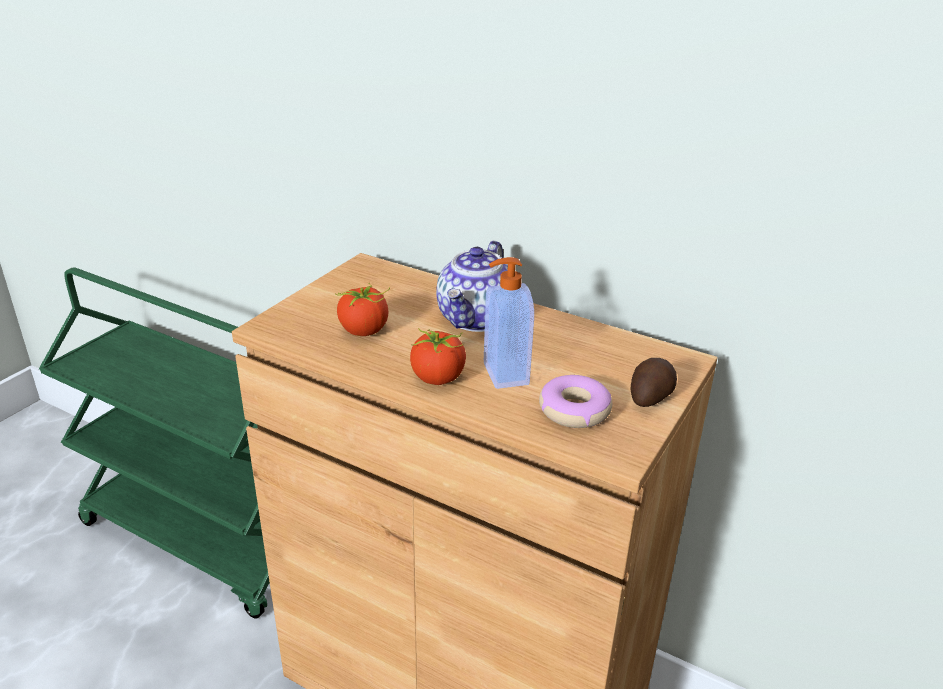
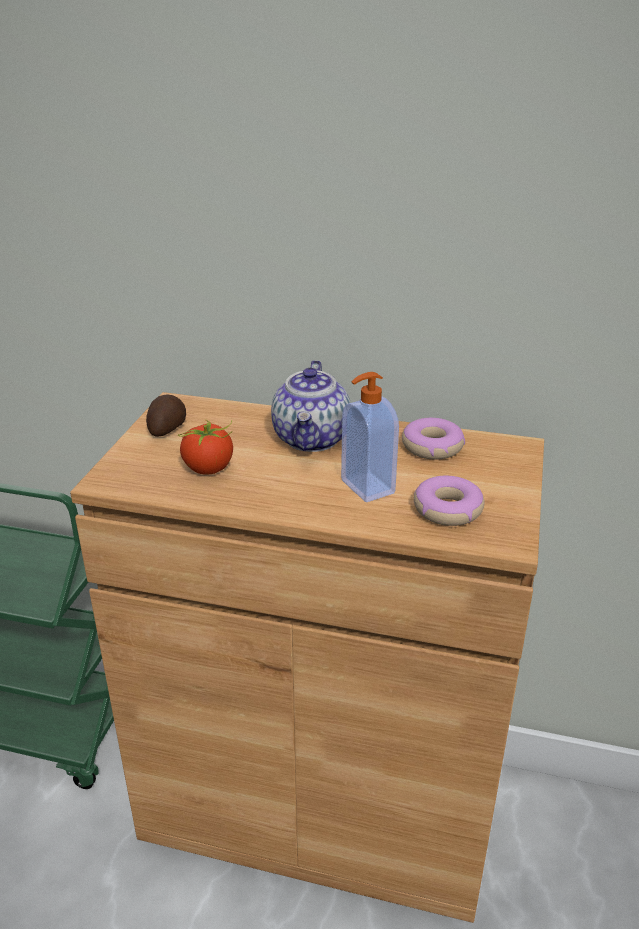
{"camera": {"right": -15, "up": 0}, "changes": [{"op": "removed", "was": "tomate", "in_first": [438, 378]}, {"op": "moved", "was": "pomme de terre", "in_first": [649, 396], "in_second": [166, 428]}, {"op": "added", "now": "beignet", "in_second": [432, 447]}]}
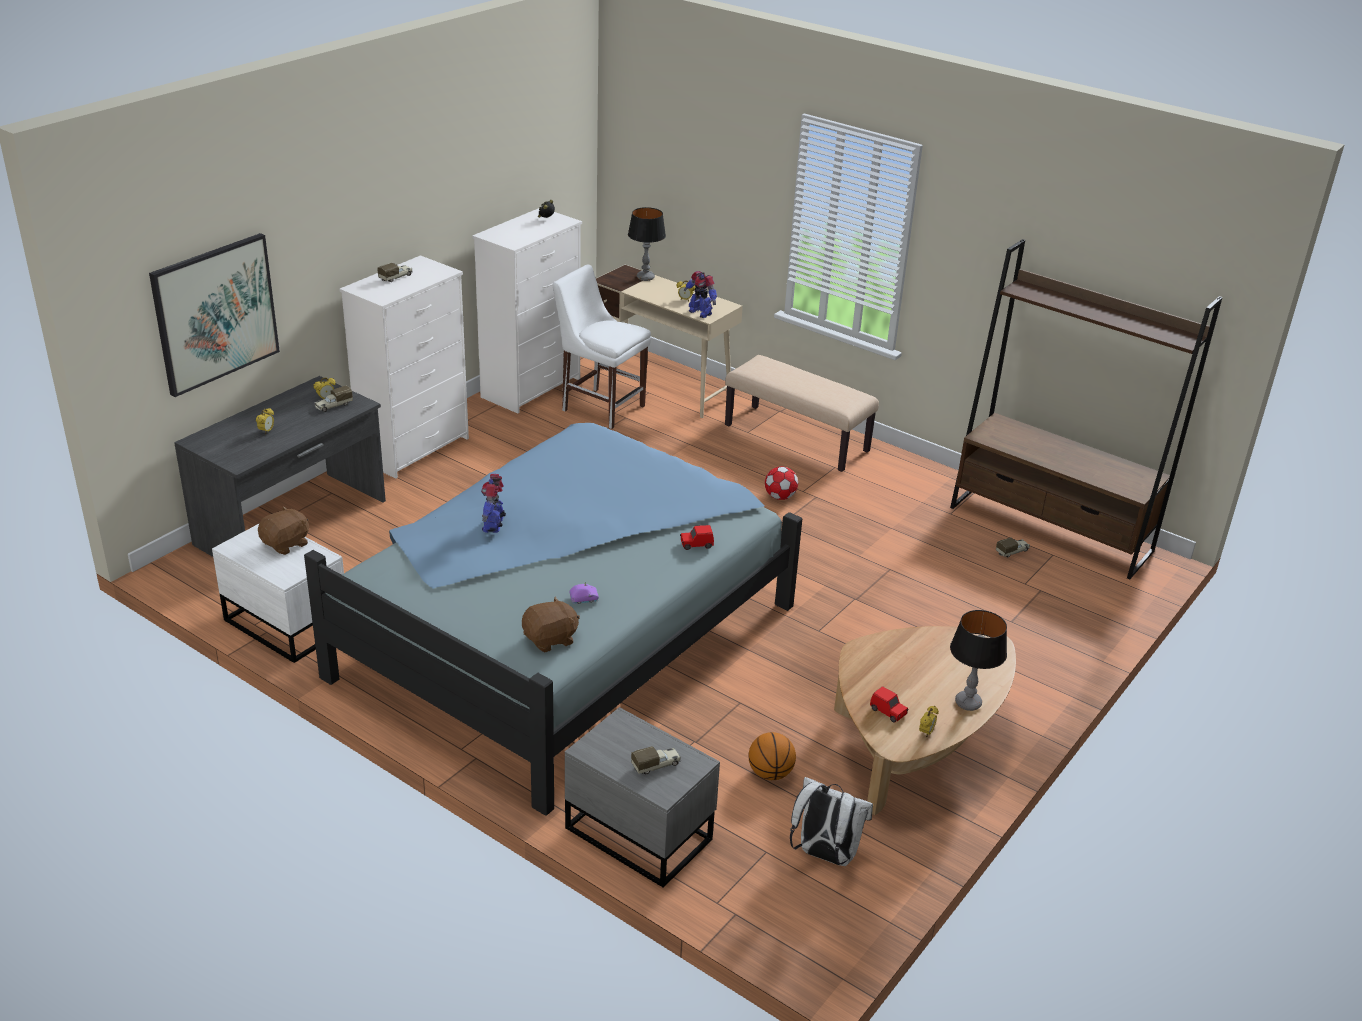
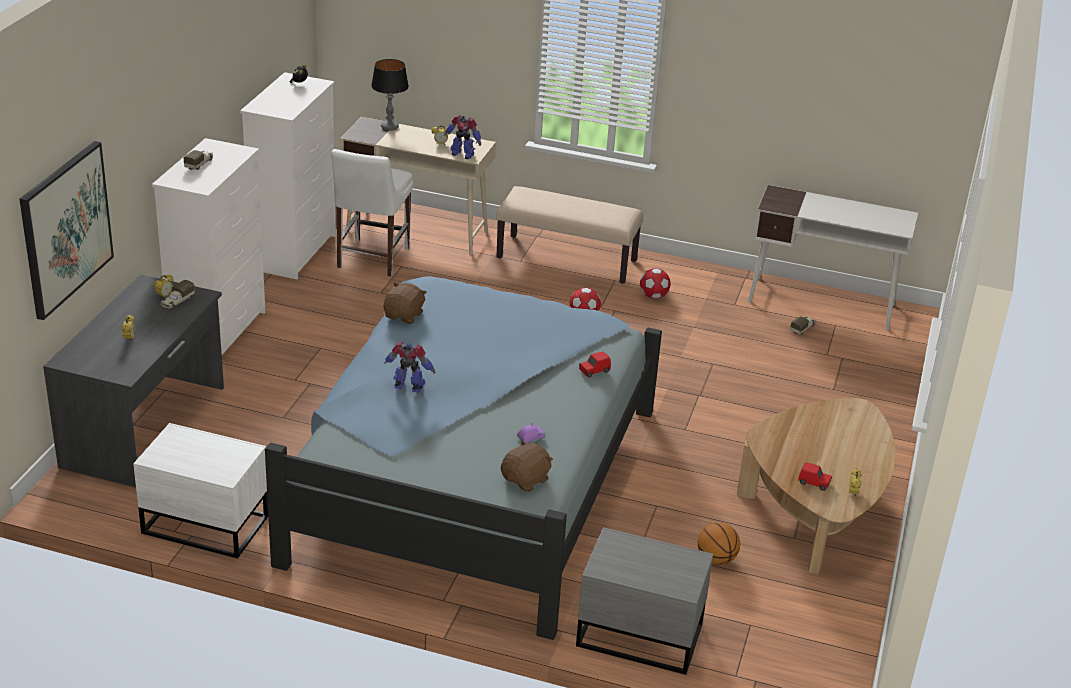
{"camera": {"right": -20, "up": 0}, "changes": [{"op": "moved", "was": "peluche/marron", "in_first": [286, 544], "in_second": [404, 316]}, {"op": "turned", "was": "robot jouet", "in_first": [494, 525], "in_second": [409, 387], "clockwise": 120}, {"op": "turned", "was": "chaise/blanc", "in_first": [600, 406], "in_second": [371, 259], "clockwise": -90}, {"op": "removed", "was": "camion jouet", "in_first": [656, 765]}, {"op": "removed", "was": "sac à dos/blanc", "in_first": [824, 855]}, {"op": "replaced", "was": "bibliothèque/marron", "now": "bureau/blanc", "in_first": [1051, 529], "in_second": [822, 303]}, {"op": "removed", "was": "lampe de table", "in_first": [968, 703]}, {"op": "added", "now": "ballon de foot", "in_second": [653, 296]}]}
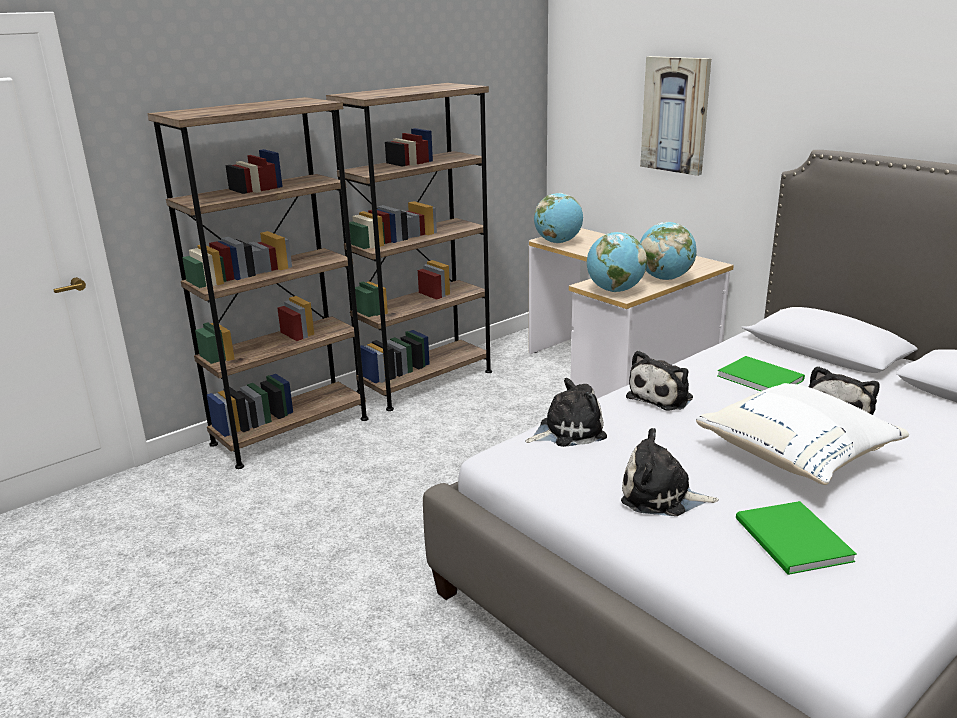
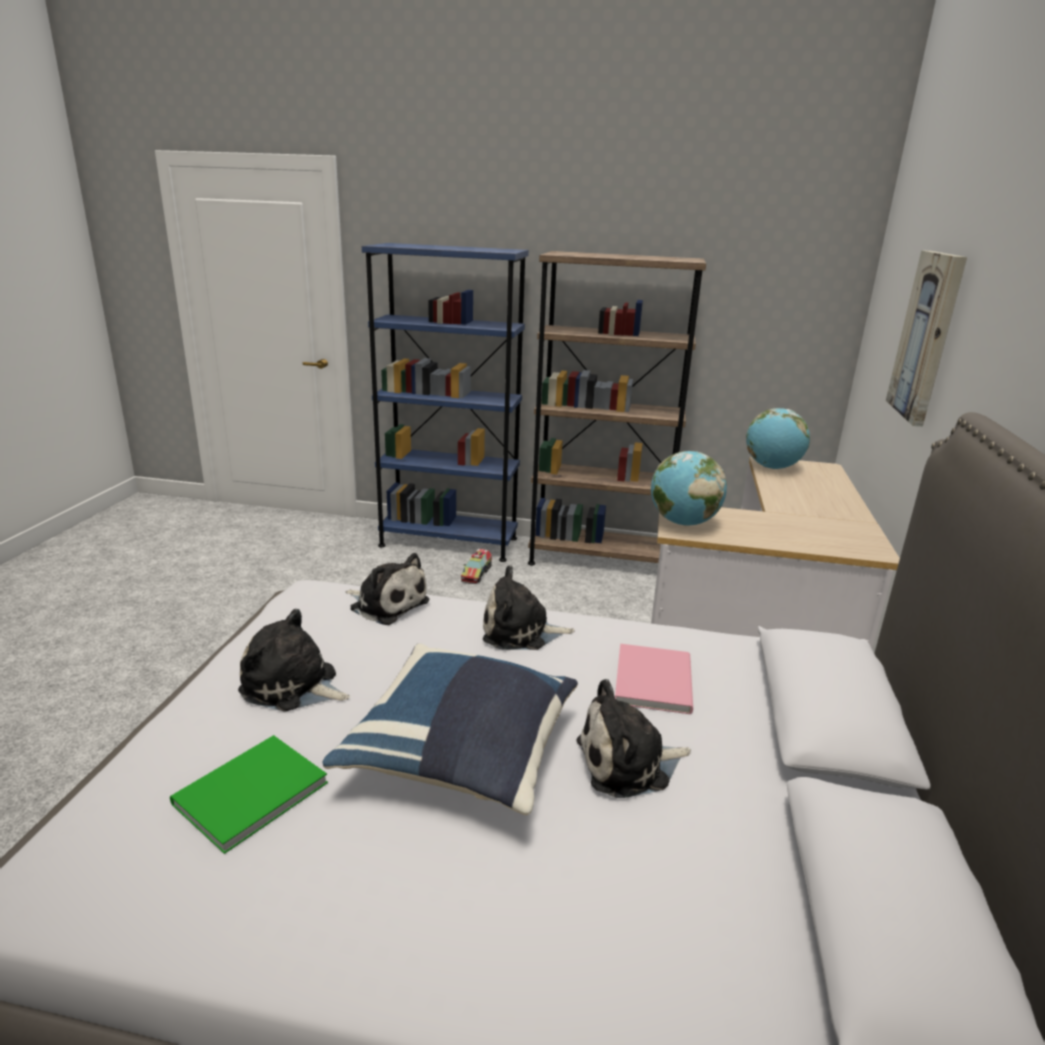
{"camera": {"right": 50, "up": 0}, "changes": [{"op": "recoloured", "was": "bibliothèque/marron", "now": "bibliothèque/bleu", "in_first": [291, 431], "in_second": [448, 542]}, {"op": "turned", "was": "peluche", "in_first": [661, 496], "in_second": [293, 686], "clockwise": -45}, {"op": "removed", "was": "globe", "in_first": [665, 278]}, {"op": "recoloured", "was": "coussin/blanc", "now": "coussin/bleu", "in_first": [797, 456], "in_second": [463, 754]}, {"op": "recoloured", "was": "livre/vert", "now": "livre/rose", "in_first": [759, 377], "in_second": [656, 679]}, {"op": "added", "now": "camion jouet", "in_second": [476, 573]}]}
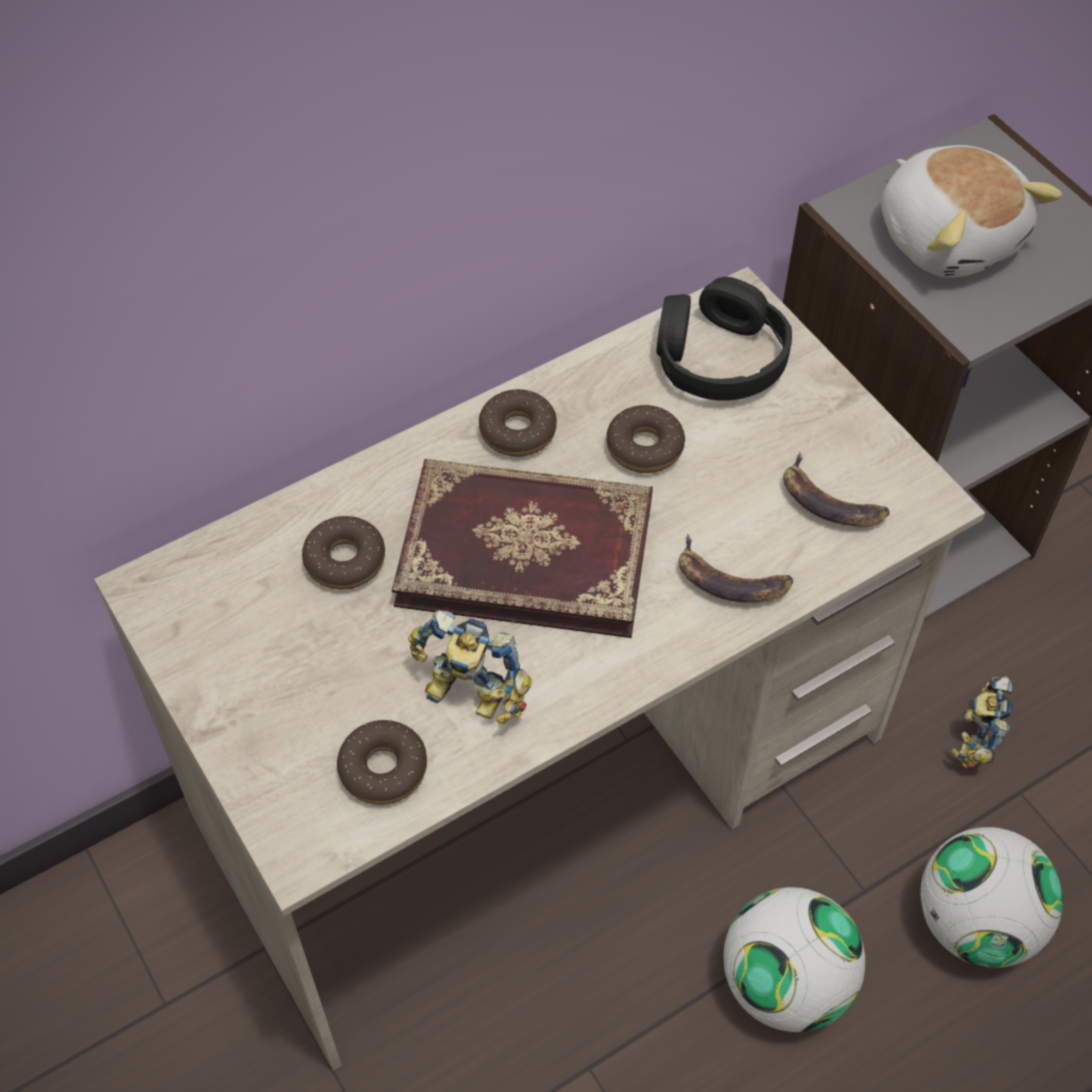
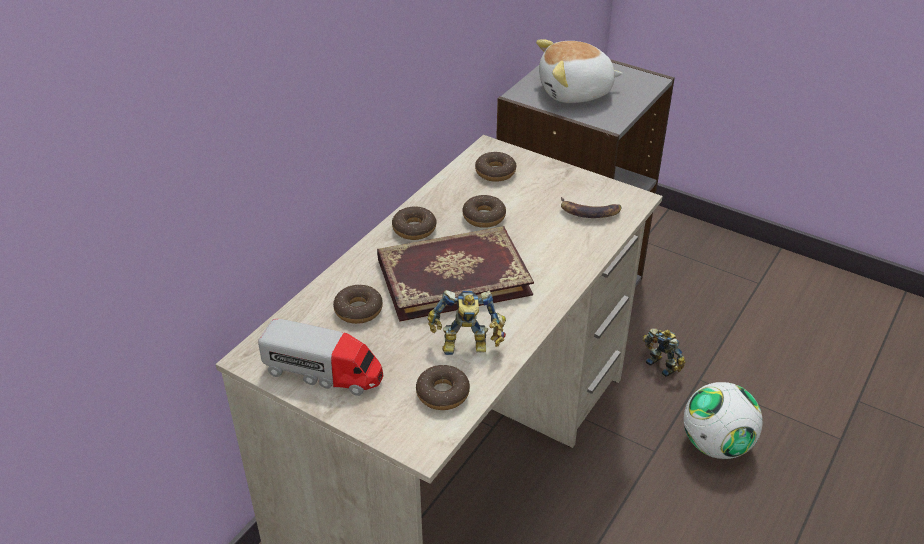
{"camera": {"right": -25, "up": -15}, "changes": [{"op": "replaced", "was": "casque audio/noir", "now": "beignet", "in_first": [719, 358], "in_second": [495, 172]}, {"op": "removed", "was": "banane", "in_first": [731, 579]}, {"op": "removed", "was": "ballon de foot", "in_first": [785, 983]}, {"op": "turned", "was": "peluche", "in_first": [949, 237], "in_second": [575, 92], "clockwise": 135}, {"op": "turned", "was": "robot jouet", "in_first": [973, 738], "in_second": [663, 364], "clockwise": 150}, {"op": "added", "now": "camion jouet", "in_second": [324, 372]}]}
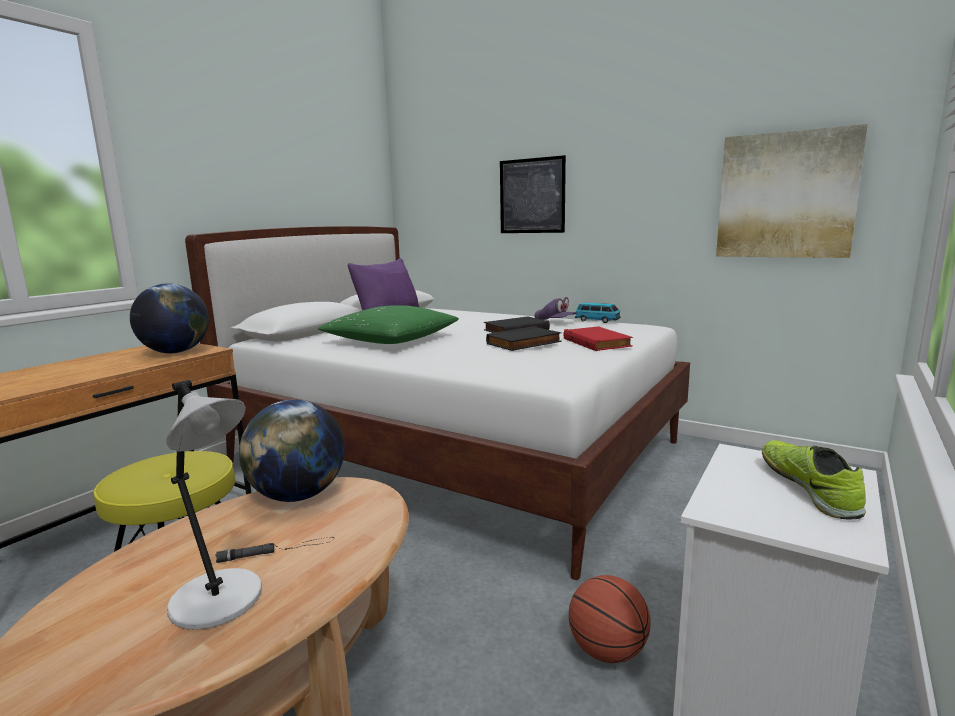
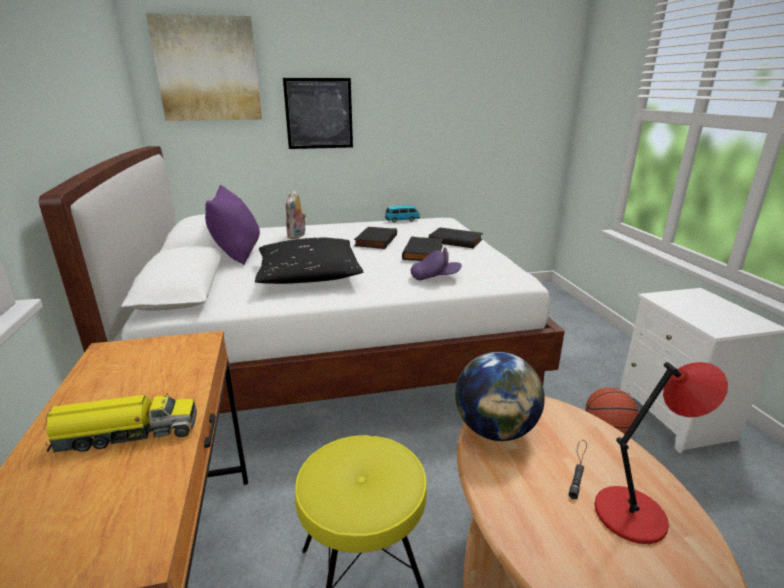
{"camera": {"right": -45, "up": 10}, "changes": [{"op": "removed", "was": "globe", "in_first": [175, 352]}, {"op": "recoloured", "was": "lampe de table/gris", "now": "lampe de table/rouge", "in_first": [219, 601], "in_second": [634, 514]}, {"op": "recoloured", "was": "coussin/vert", "now": "coussin/noir", "in_first": [391, 340], "in_second": [308, 275]}, {"op": "moved", "was": "casquette/violet", "in_first": [555, 322], "in_second": [435, 277]}, {"op": "recoloured", "was": "livre/rouge", "now": "livre/noir", "in_first": [598, 342], "in_second": [456, 240]}, {"op": "moved", "was": "tableau", "in_first": [786, 195], "in_second": [208, 69]}, {"op": "removed", "was": "chaussure", "in_first": [808, 487]}, {"op": "added", "now": "camion jouet", "in_second": [126, 434]}, {"op": "added", "now": "peluche", "in_second": [297, 236]}]}
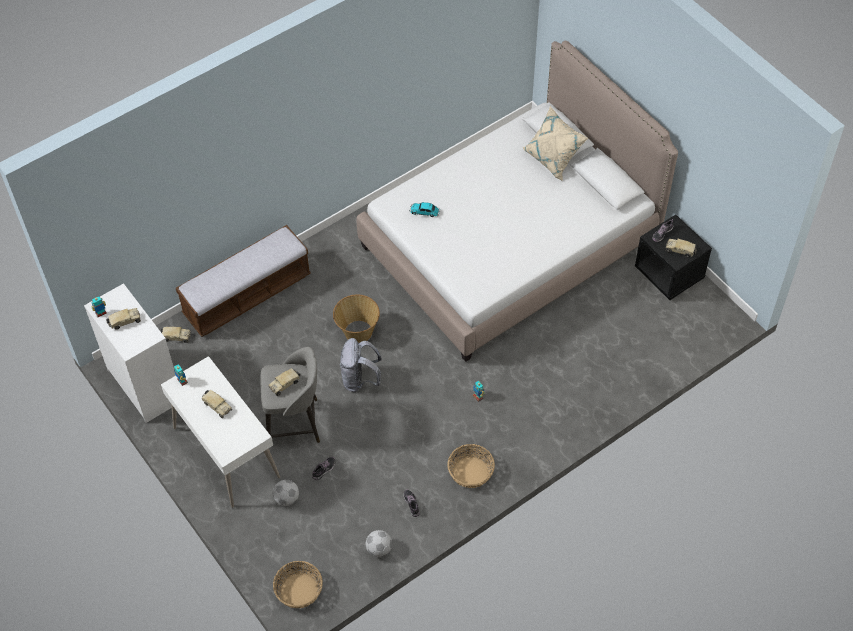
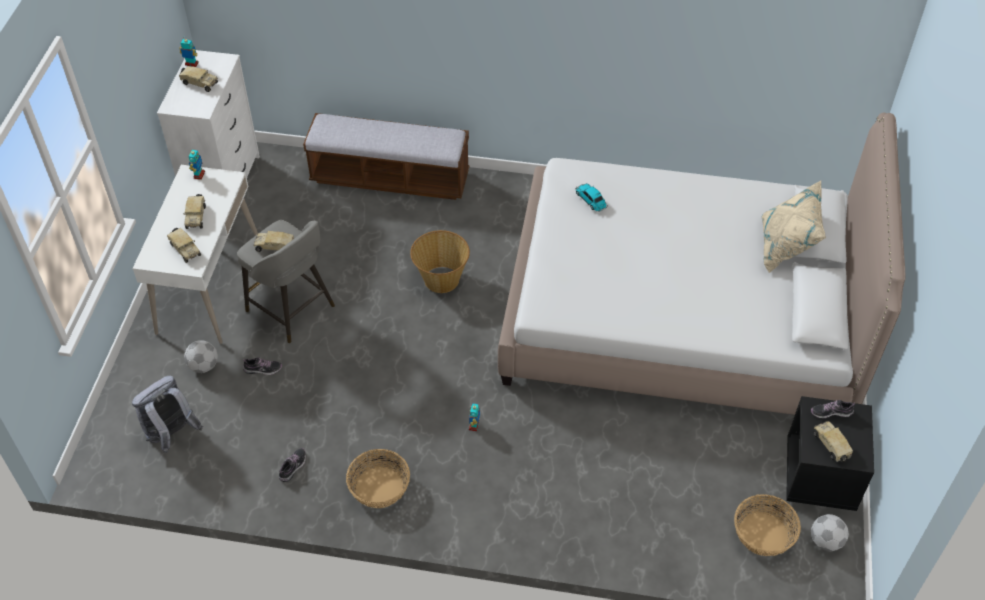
{"camera": {"right": 45, "up": -5}, "changes": [{"op": "moved", "was": "camion jouet", "in_first": [175, 337], "in_second": [184, 249]}, {"op": "moved", "was": "panier", "in_first": [299, 591], "in_second": [763, 534]}, {"op": "moved", "was": "sac à dos/gris", "in_first": [360, 380], "in_second": [172, 435]}, {"op": "moved", "was": "ballon de foot", "in_first": [379, 549], "in_second": [826, 541]}]}
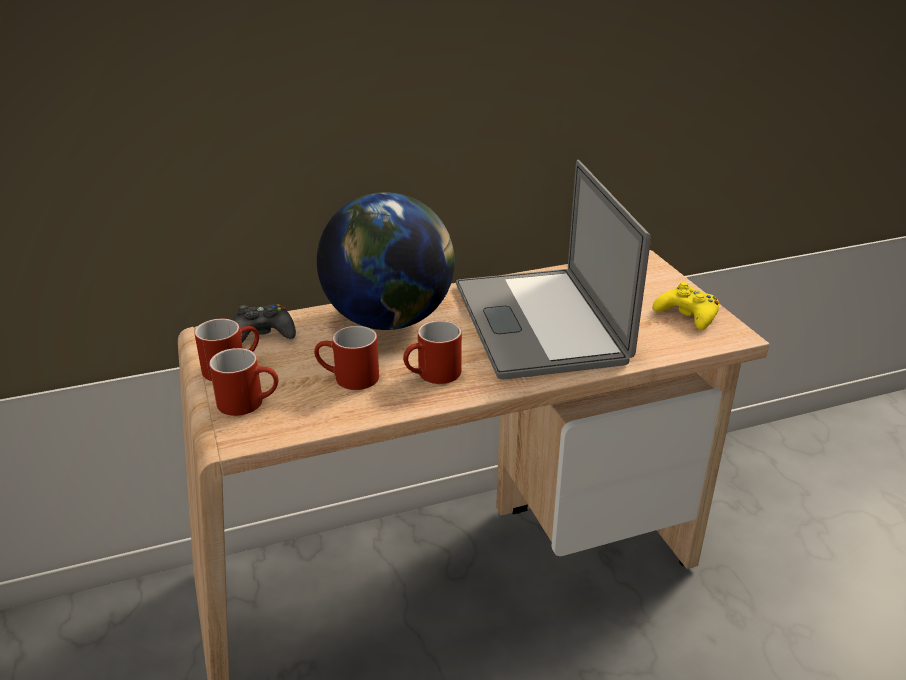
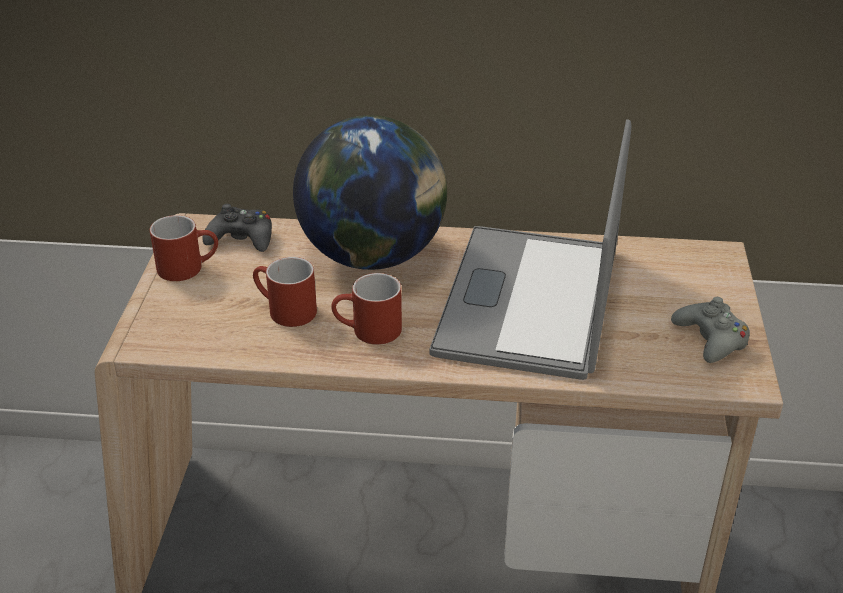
{"camera": {"right": 25, "up": 5}, "changes": [{"op": "removed", "was": "mug/rouge", "in_first": [249, 402]}, {"op": "recoloured", "was": "manette/jaune", "now": "manette/gris", "in_first": [687, 315], "in_second": [711, 339]}]}
